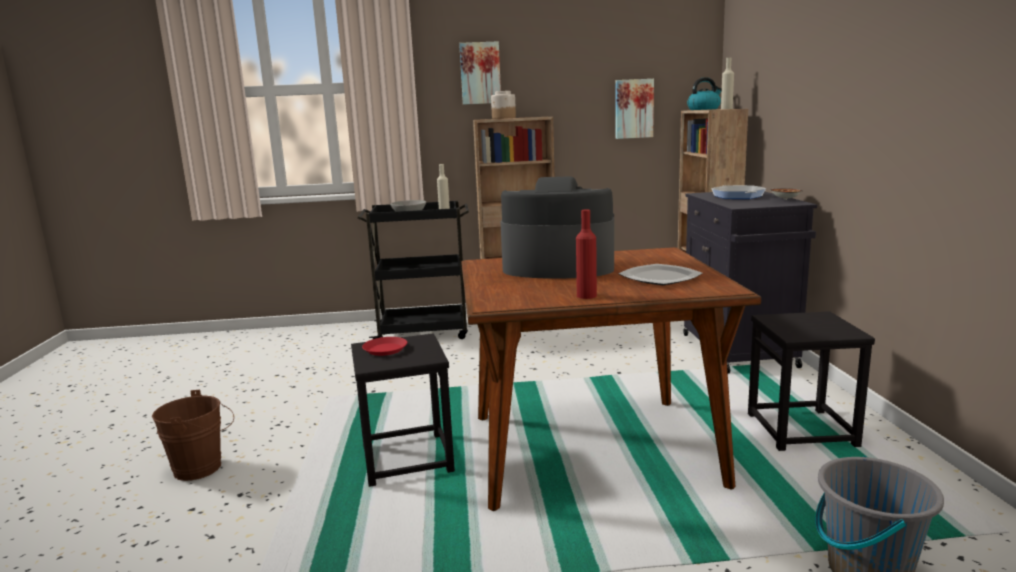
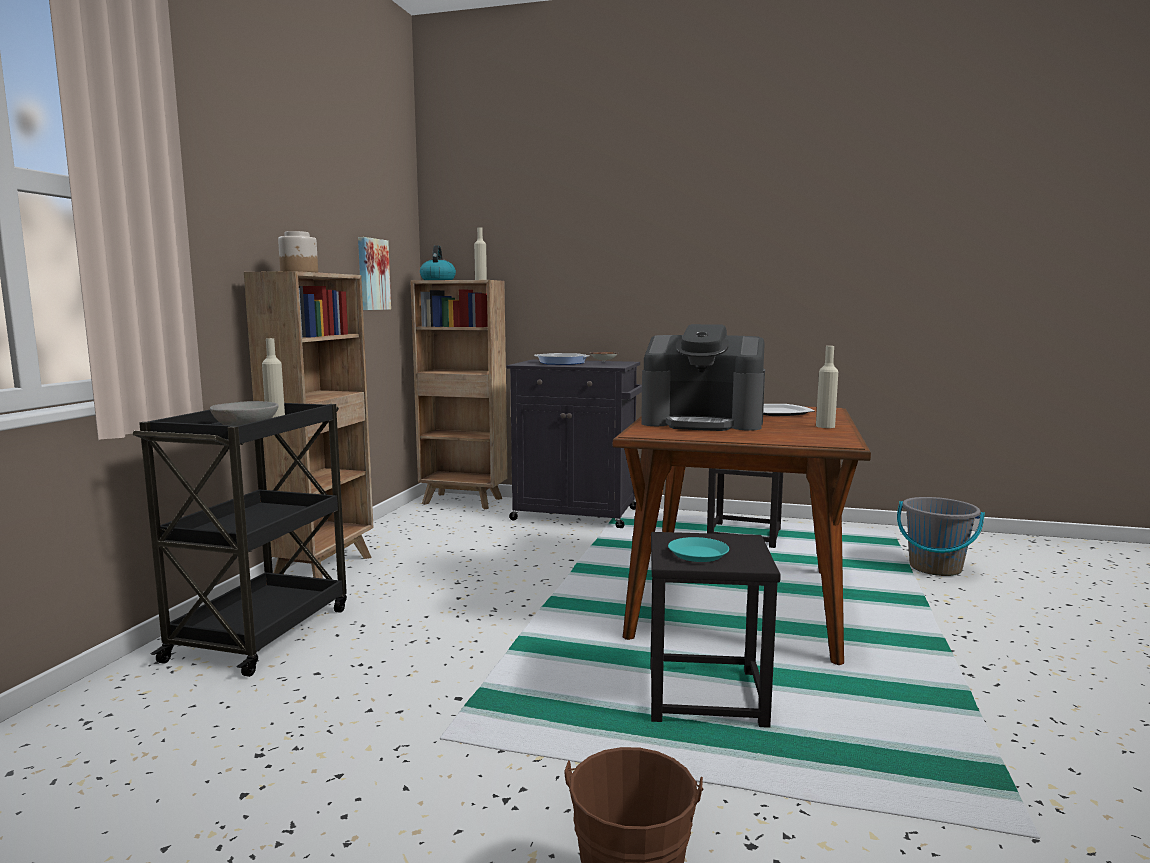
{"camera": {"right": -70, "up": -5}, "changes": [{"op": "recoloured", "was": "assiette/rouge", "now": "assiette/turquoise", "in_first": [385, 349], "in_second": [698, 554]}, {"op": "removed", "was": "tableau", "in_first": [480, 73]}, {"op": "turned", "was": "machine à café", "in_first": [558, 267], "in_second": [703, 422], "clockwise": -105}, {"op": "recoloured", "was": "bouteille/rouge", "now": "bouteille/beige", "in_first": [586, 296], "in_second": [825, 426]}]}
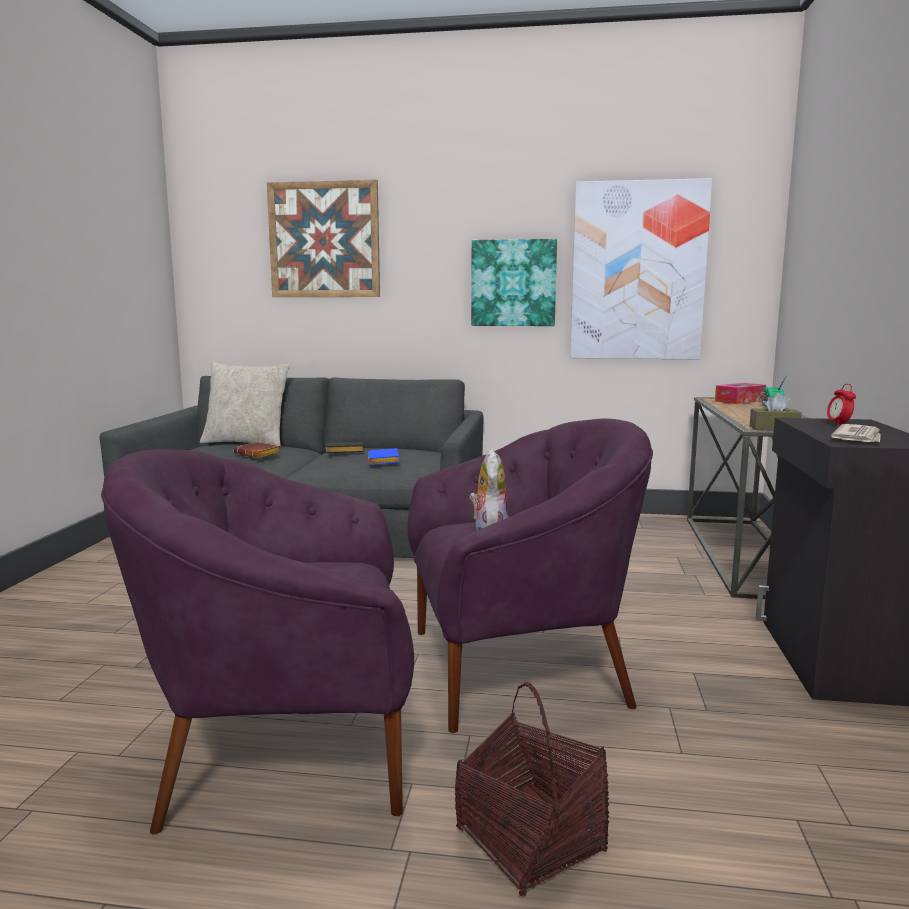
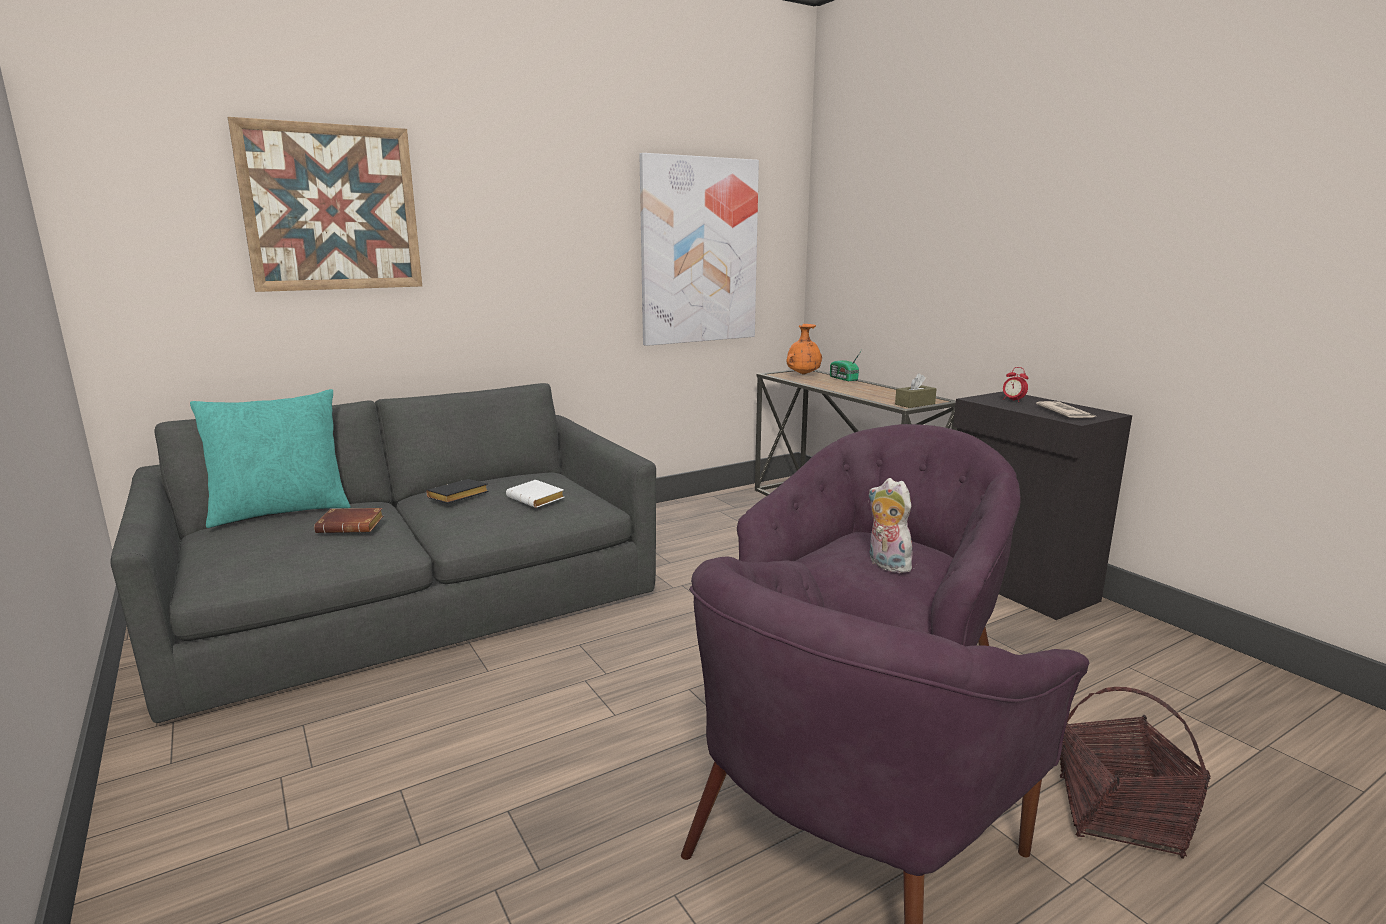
{"camera": {"right": -40, "up": 5}, "changes": [{"op": "recoloured", "was": "coussin/beige", "now": "coussin/turquoise", "in_first": [247, 443], "in_second": [281, 511]}, {"op": "recoloured", "was": "livre/bleu", "now": "livre/blanc", "in_first": [385, 461], "in_second": [537, 499]}, {"op": "removed", "was": "tableau", "in_first": [513, 283]}, {"op": "replaced", "was": "boîte à mouchoirs", "now": "vase/orange", "in_first": [740, 401], "in_second": [802, 374]}]}
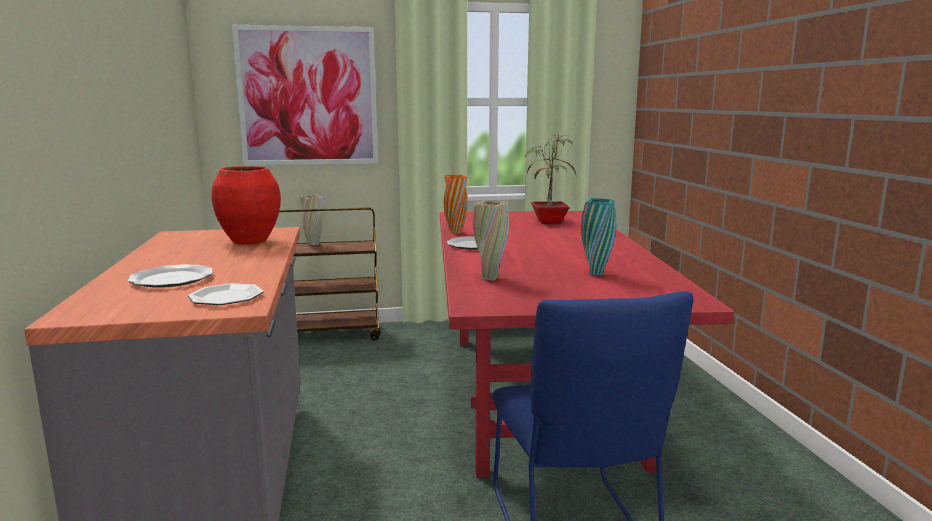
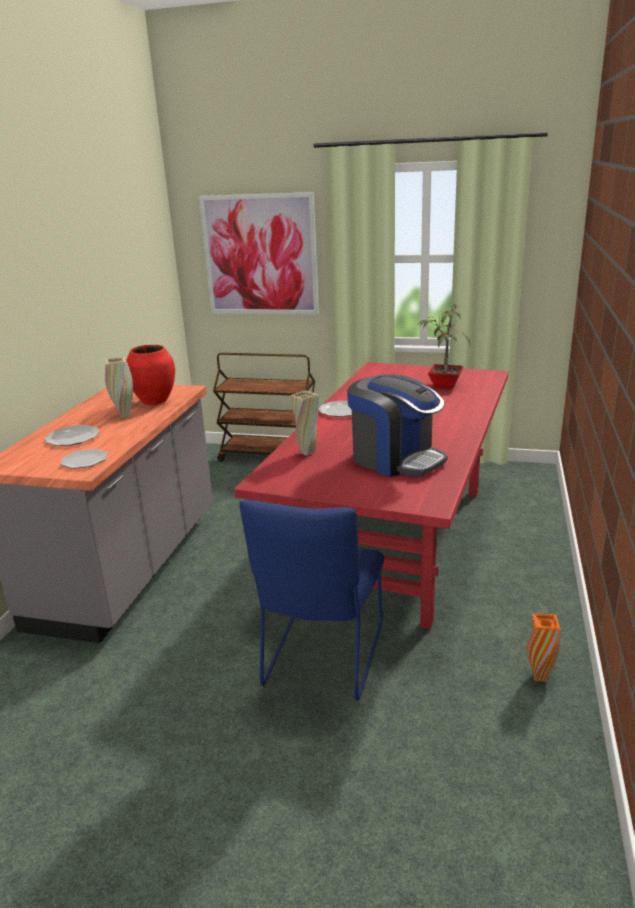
{"camera": {"right": 25, "up": 10}, "changes": [{"op": "moved", "was": "vase/beige", "in_first": [313, 244], "in_second": [124, 415]}, {"op": "moved", "was": "vase/orange", "in_first": [455, 232], "in_second": [539, 677]}, {"op": "replaced", "was": "vase/turquoise", "now": "machine à café", "in_first": [596, 274], "in_second": [395, 459]}]}
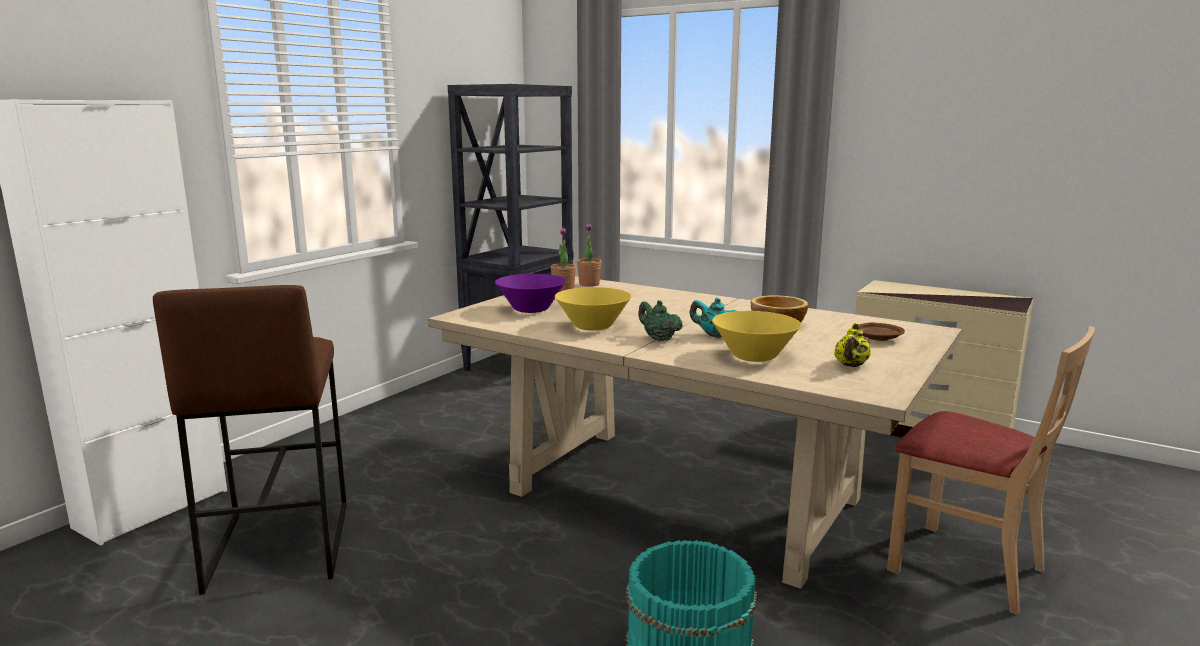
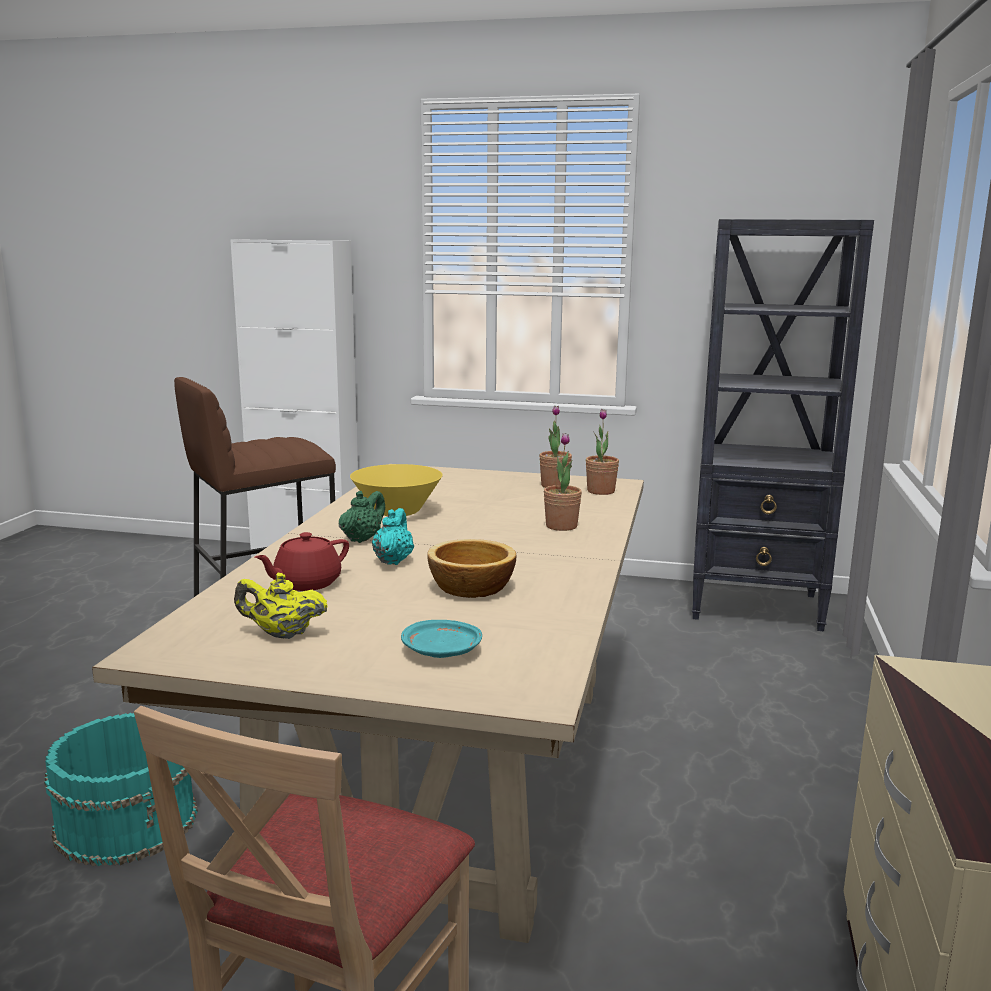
{"camera": {"right": 70, "up": 0}, "changes": [{"op": "removed", "was": "bol/violet", "in_first": [531, 309]}, {"op": "replaced", "was": "bol/jaune", "now": "théière/rouge", "in_first": [754, 356], "in_second": [306, 583]}, {"op": "recoloured", "was": "assiette/marron", "now": "assiette/turquoise", "in_first": [878, 338], "in_second": [442, 651]}, {"op": "added", "now": "plante en pot", "in_second": [561, 526]}]}
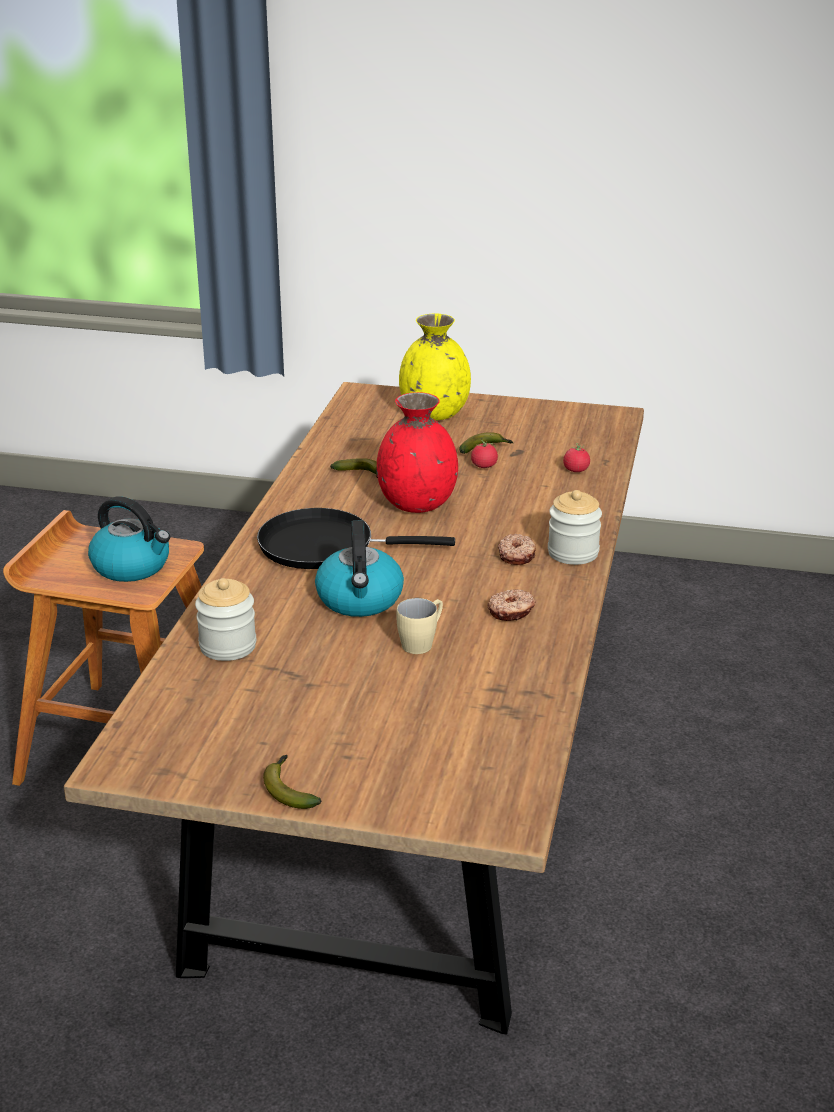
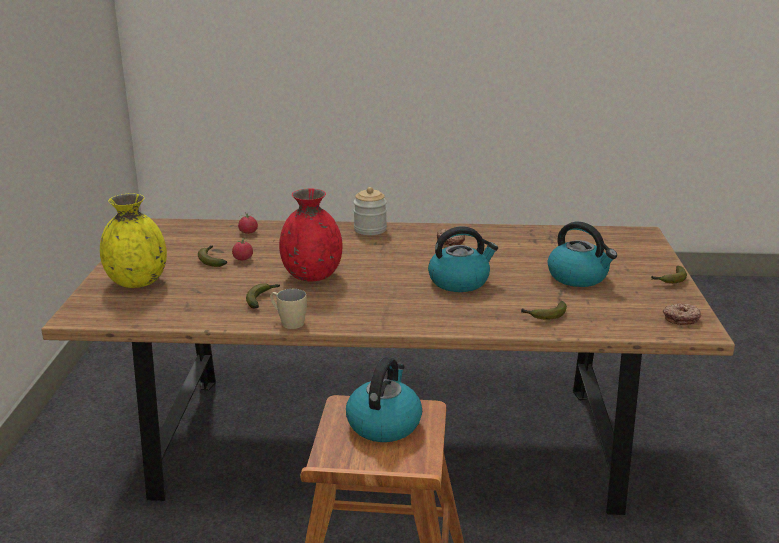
{"camera": {"right": -100, "up": -5}, "changes": [{"op": "replaced", "was": "bocal", "now": "banane", "in_first": [228, 646], "in_second": [545, 315]}, {"op": "removed", "was": "poêle/noir", "in_first": [325, 546]}, {"op": "moved", "was": "mug/beige", "in_first": [422, 642], "in_second": [288, 322]}, {"op": "moved", "was": "beignet", "in_first": [517, 555], "in_second": [680, 318]}, {"op": "added", "now": "bouilloire", "in_second": [578, 277]}]}
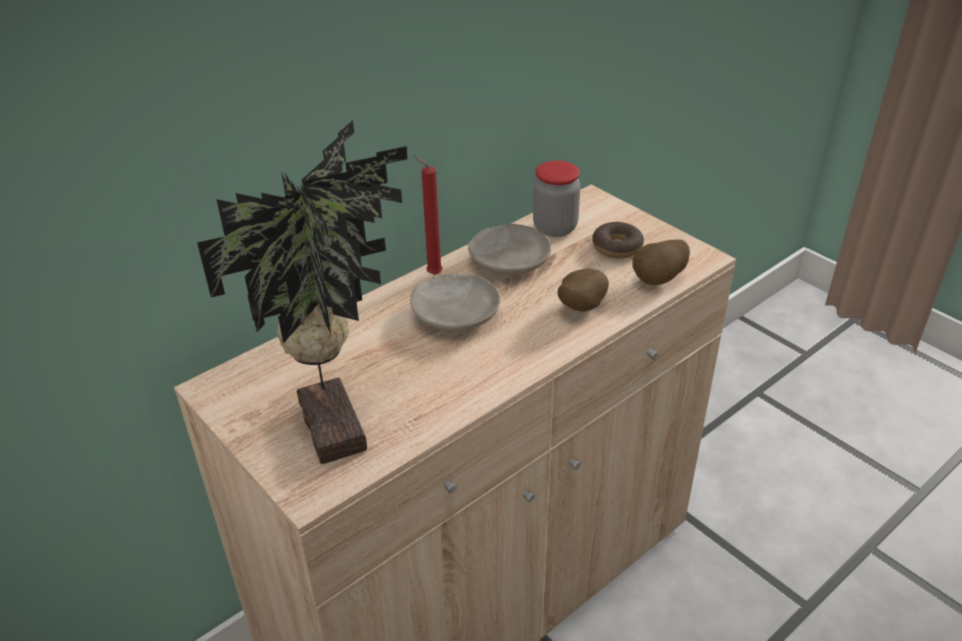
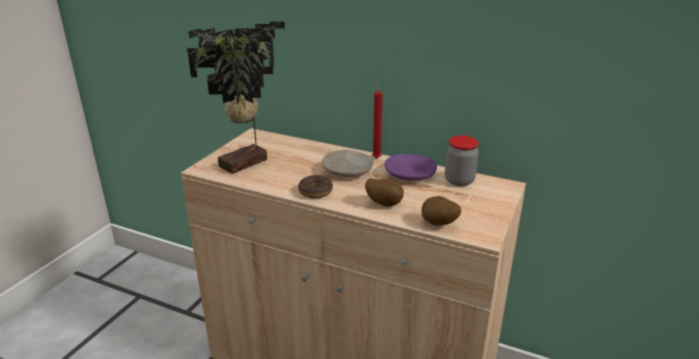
{"camera": {"right": 65, "up": -10}, "changes": [{"op": "recoloured", "was": "assiette/beige", "now": "assiette/violet", "in_first": [509, 260], "in_second": [410, 174]}, {"op": "moved", "was": "beignet", "in_first": [617, 247], "in_second": [315, 191]}]}
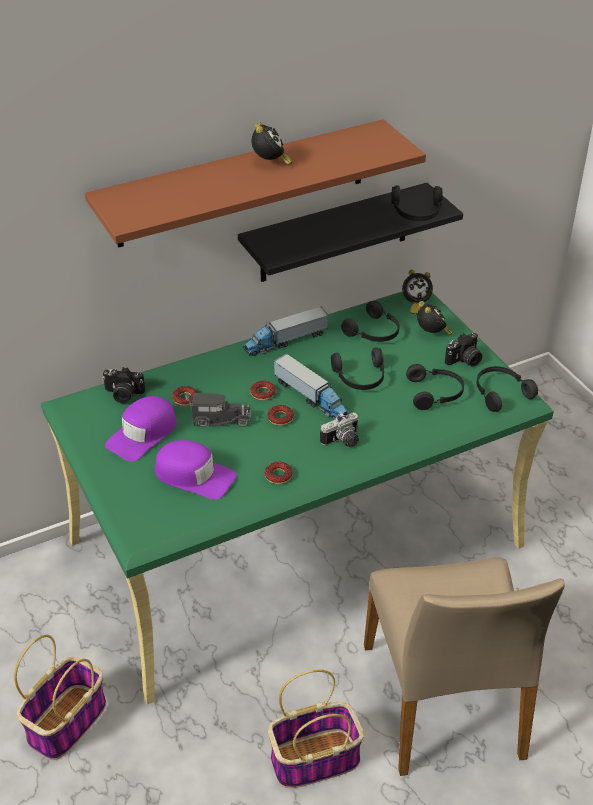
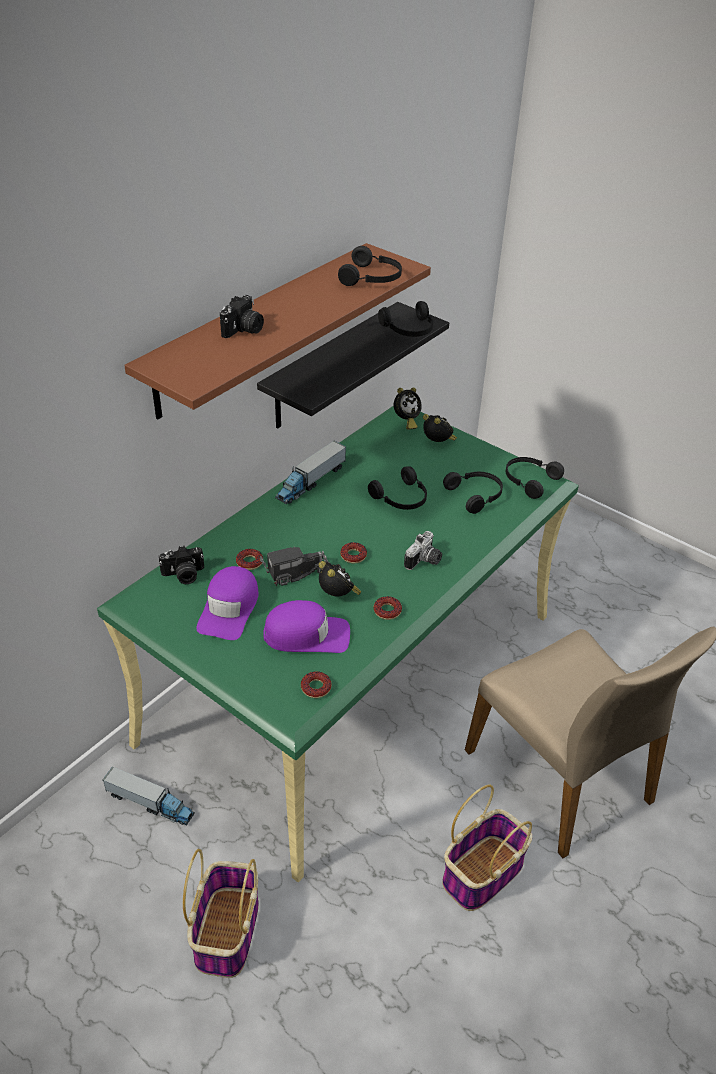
{"camera": {"right": -25, "up": 0}, "changes": [{"op": "moved", "was": "beignet", "in_first": [263, 393], "in_second": [316, 687]}, {"op": "moved", "was": "réveil", "in_first": [270, 163], "in_second": [338, 596]}, {"op": "moved", "was": "camion jouet", "in_first": [311, 397], "in_second": [150, 803]}, {"op": "moved", "was": "casque audio/noir", "in_first": [374, 332], "in_second": [372, 278]}, {"op": "moved", "was": "appareil photo", "in_first": [464, 360], "in_second": [244, 330]}]}
